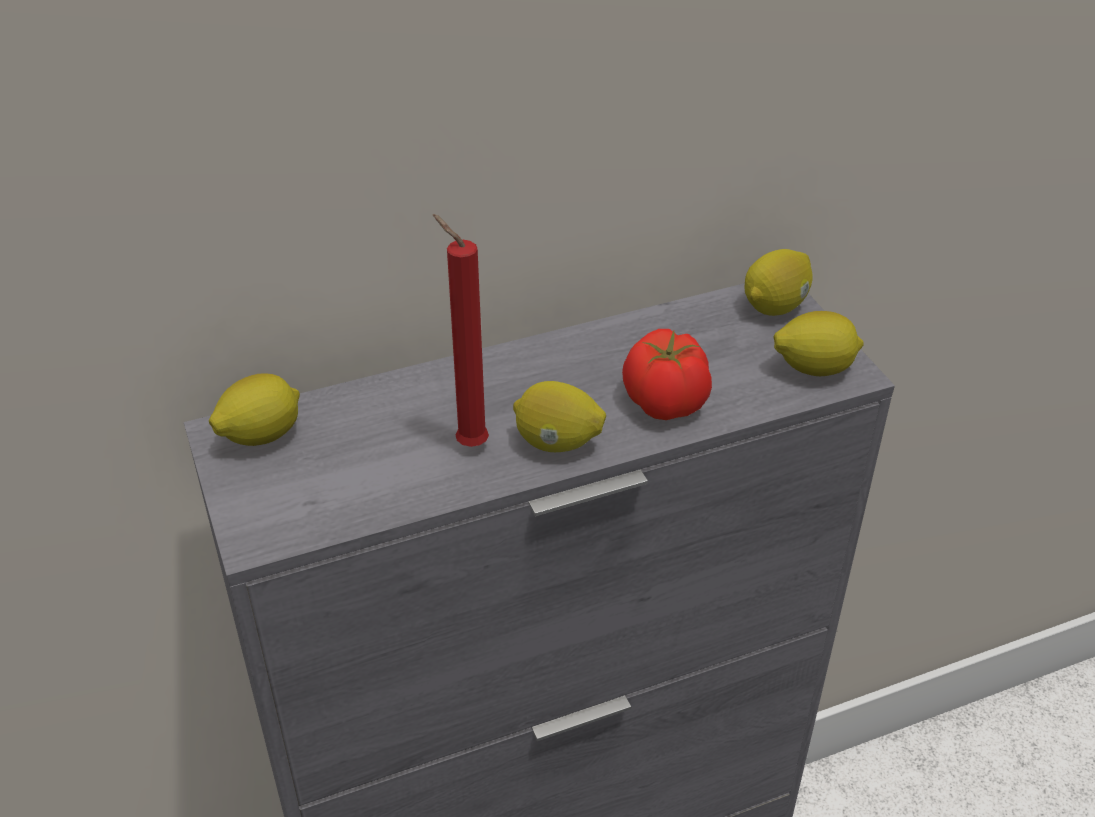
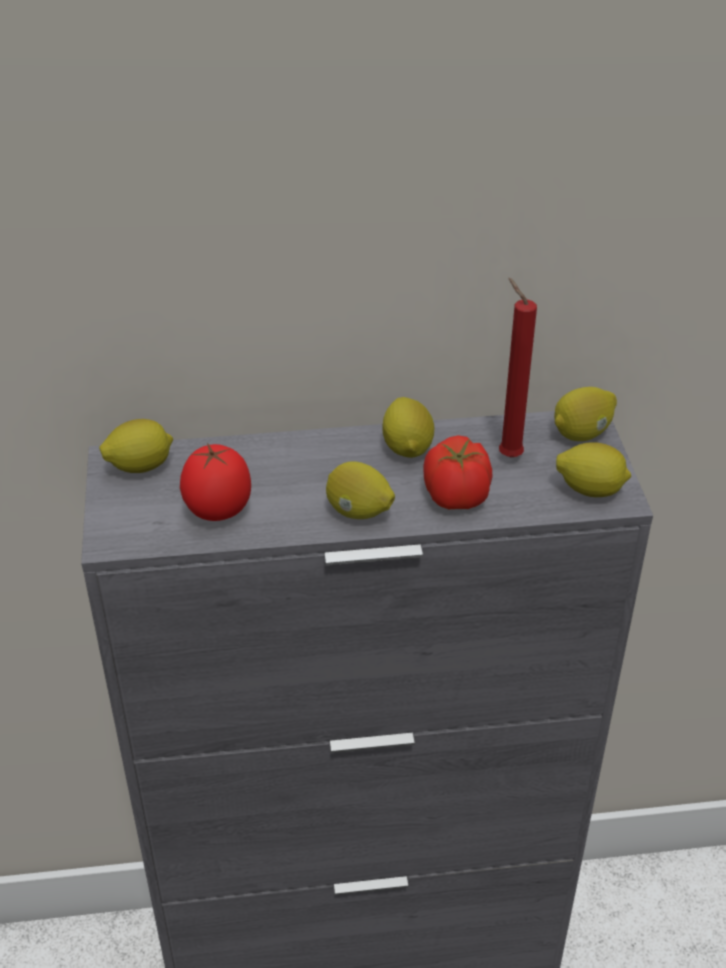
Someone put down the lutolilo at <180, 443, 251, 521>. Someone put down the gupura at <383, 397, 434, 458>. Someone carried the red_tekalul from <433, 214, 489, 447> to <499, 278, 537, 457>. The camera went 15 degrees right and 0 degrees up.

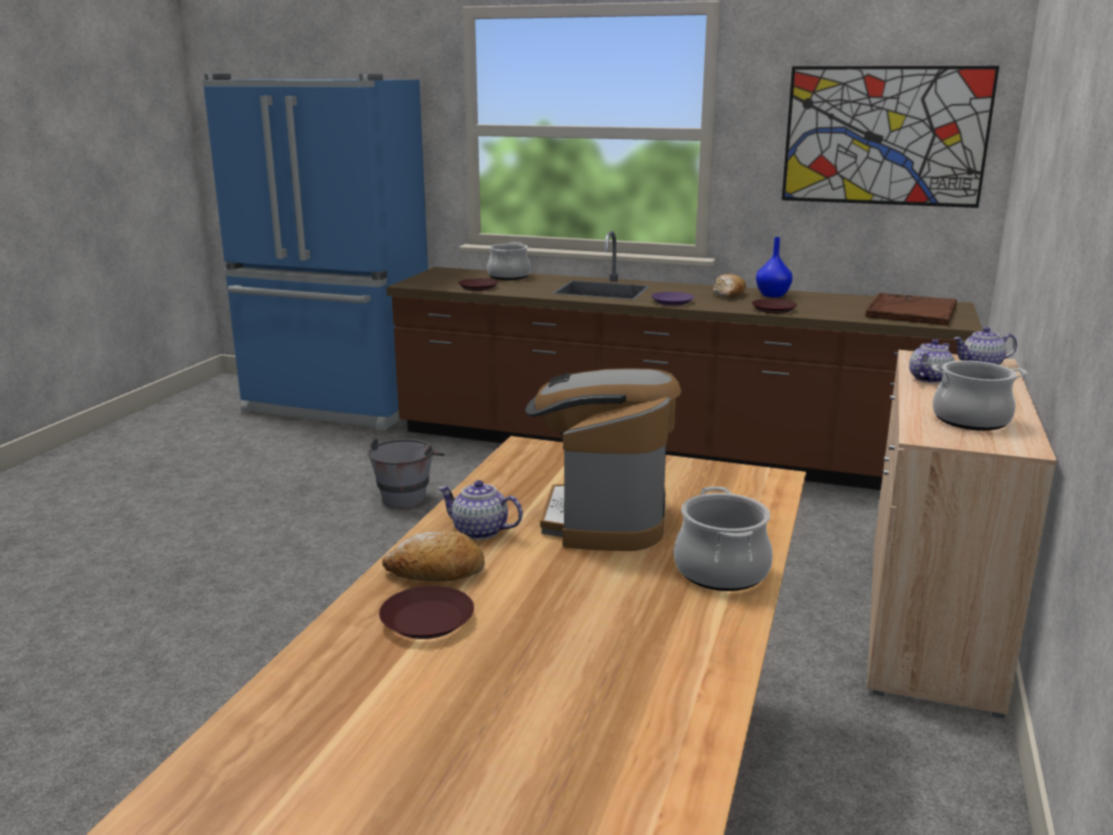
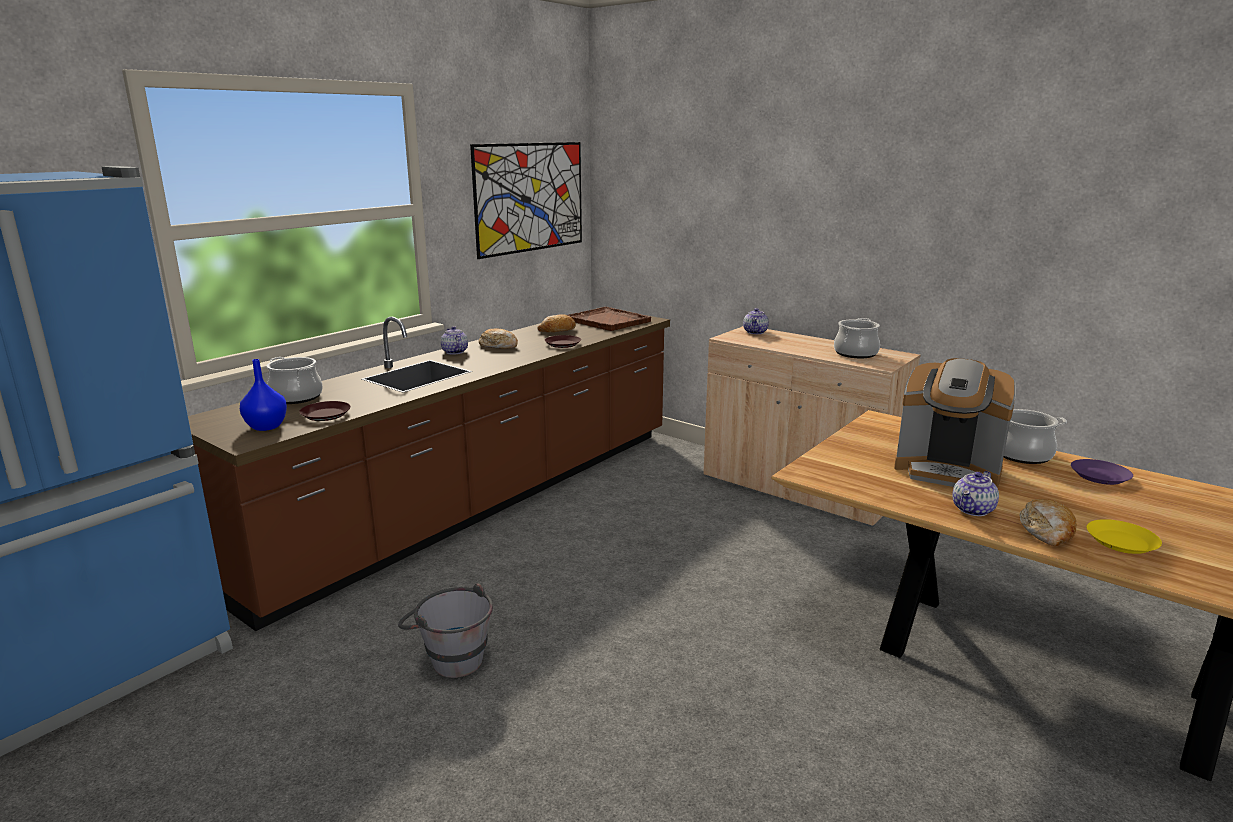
Someone carried the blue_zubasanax from <756, 237, 793, 297> to <240, 359, 287, 431>. Someone carried the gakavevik from <909, 339, 955, 383> to <441, 326, 468, 355>. Someone put down the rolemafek at <537, 314, 576, 332>. Someone carried the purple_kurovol from <651, 292, 694, 306> to <1071, 459, 1133, 485>. Someone repainted the brown_kurovol at <379, 586, 474, 639>, which became the yellow_kurovol at <1087, 519, 1162, 554>. The camera went 70 degrees left and 0 degrees up.

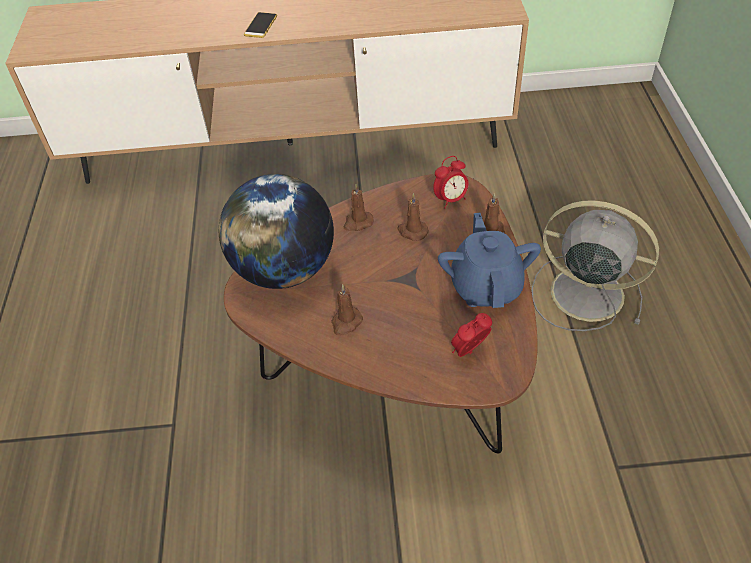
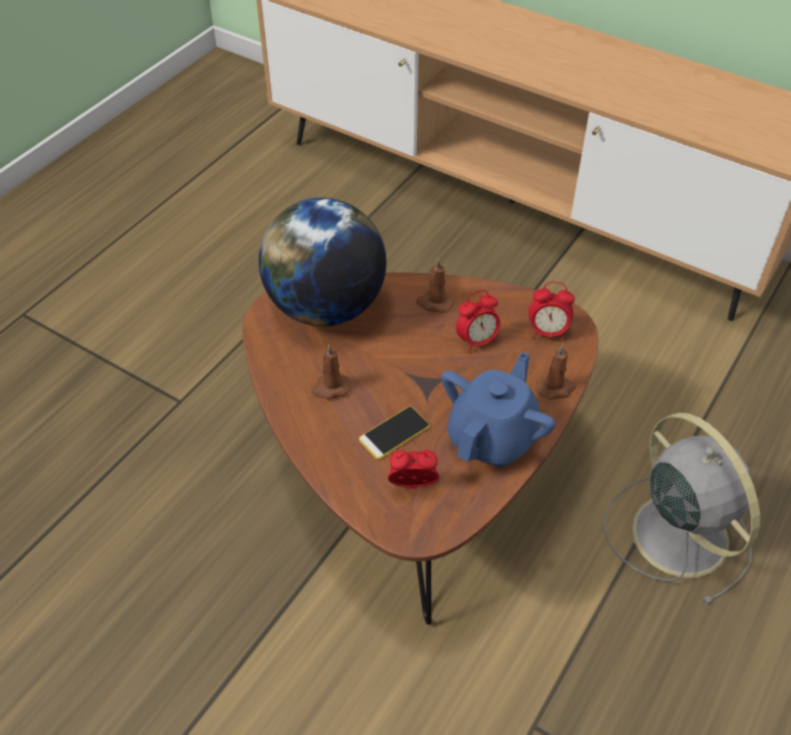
Someone carried the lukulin from <244, 12, 277, 38> to <359, 406, 430, 460>. Someone swapped the brown_tekalul at <398, 193, 429, 241> for the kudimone at <456, 290, 500, 352>. The camera went 35 degrees right and 0 degrees up.

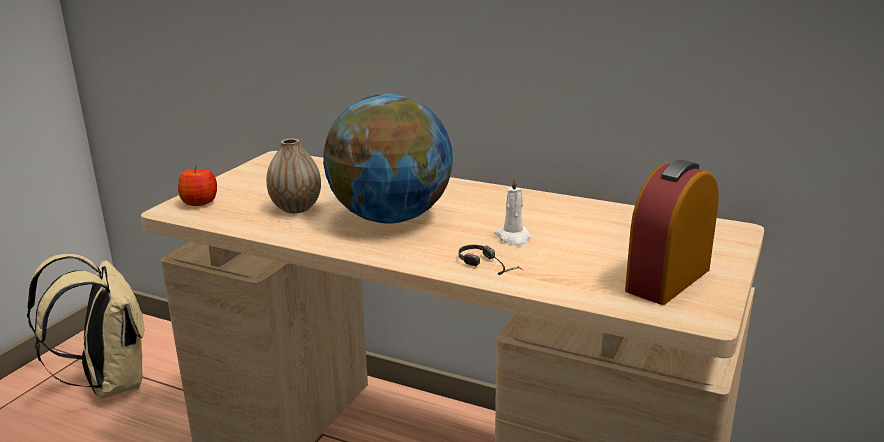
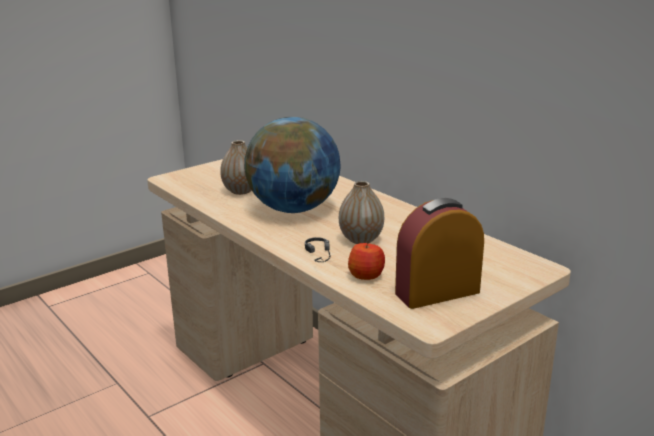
Someone swapped the white_tekalul at <495, 175, 530, 246> for the zubasanax at <339, 181, 384, 244>. Someone carried the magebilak from <178, 165, 217, 206> to <348, 243, 385, 280>. Someone took away the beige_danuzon at <27, 254, 145, 399>. The camera went 25 degrees right and 0 degrees up.

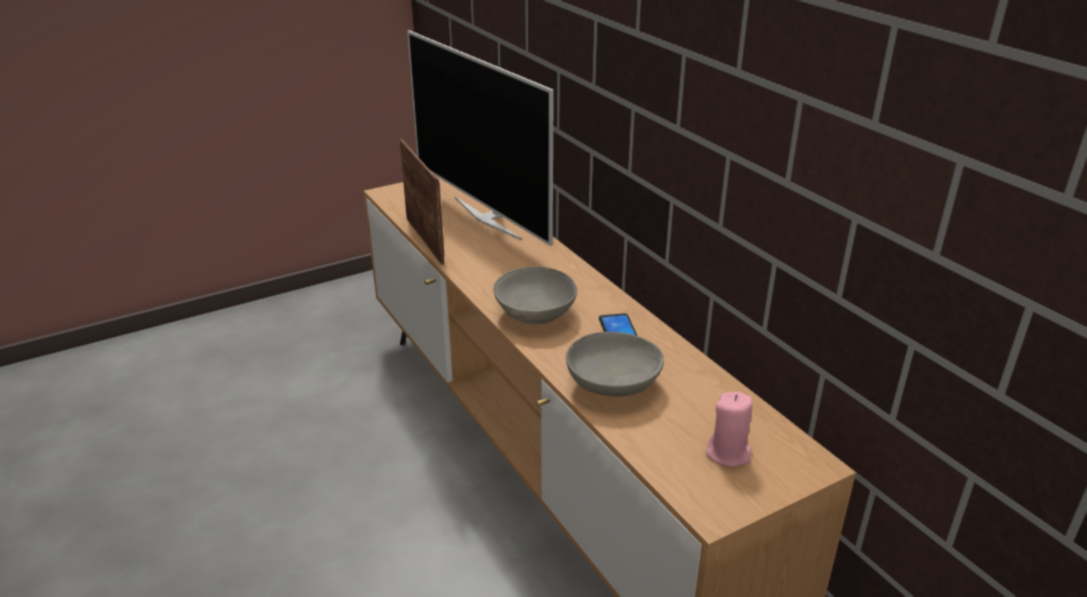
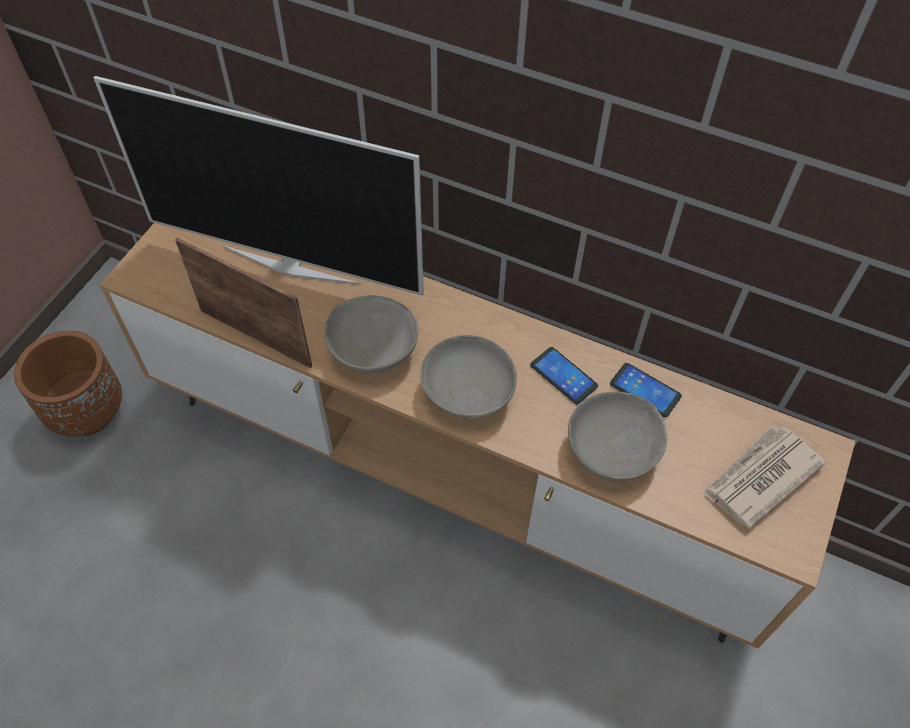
Someone put down the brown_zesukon at <14, 331, 122, 436>. Someone put down the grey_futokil at <325, 295, 419, 373>. Someone put down the lukulin at <610, 363, 682, 417>. Someone swapped the pink_tekalul at <706, 392, 753, 467> for the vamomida at <702, 425, 826, 529>. The camera went 35 degrees left and 25 degrees up.

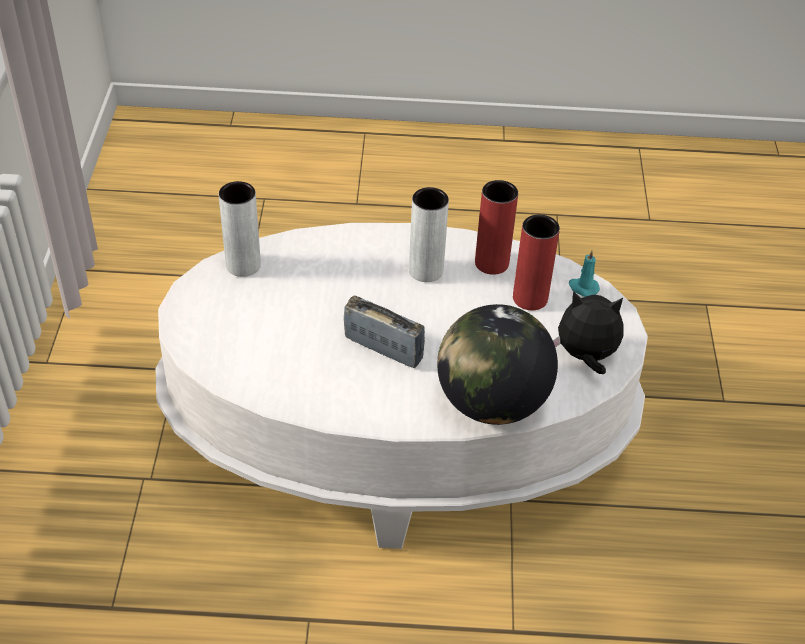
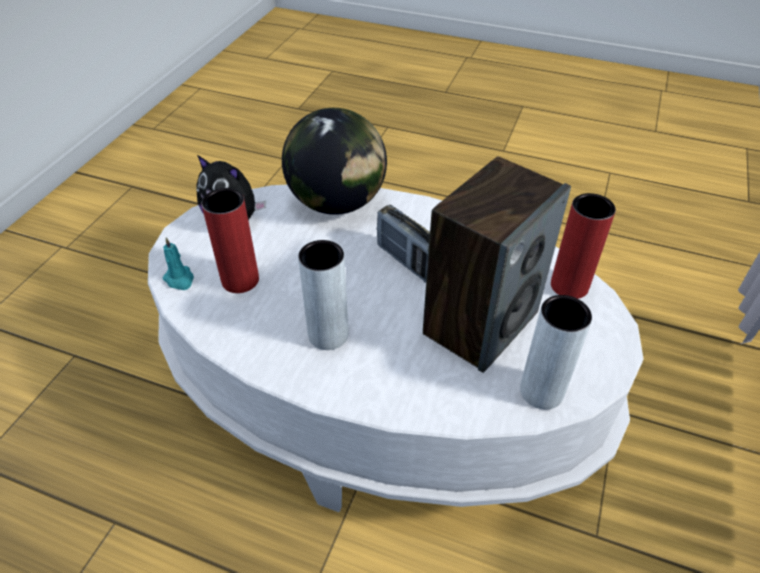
Someone put down the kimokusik at <423, 156, 571, 373>. Someone carried the red_zubasanax from <475, 180, 518, 275> to <551, 193, 616, 299>. The camera went 160 degrees left and 0 degrees up.

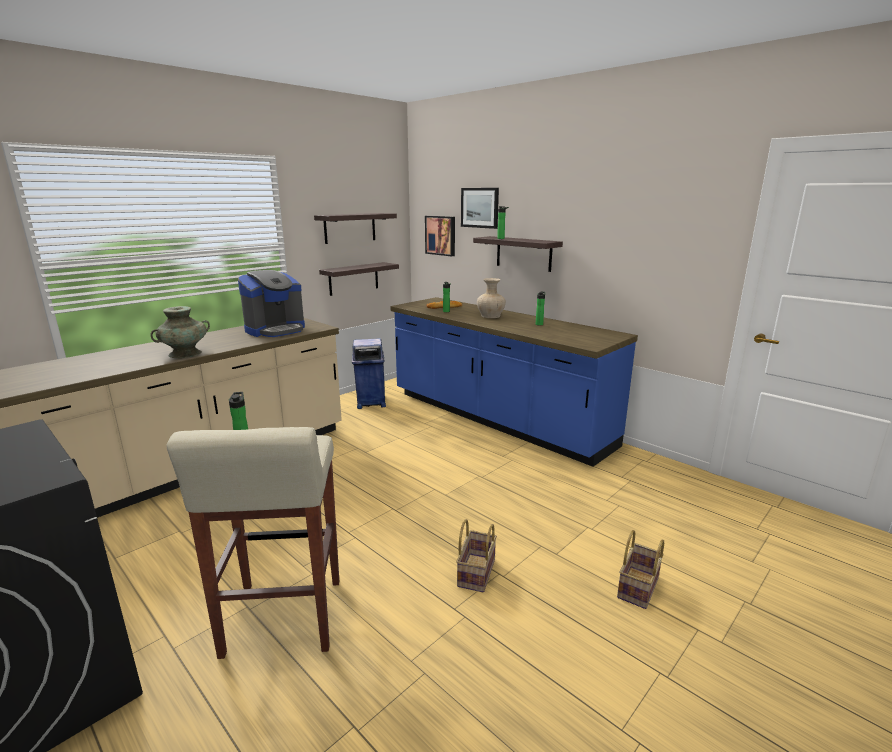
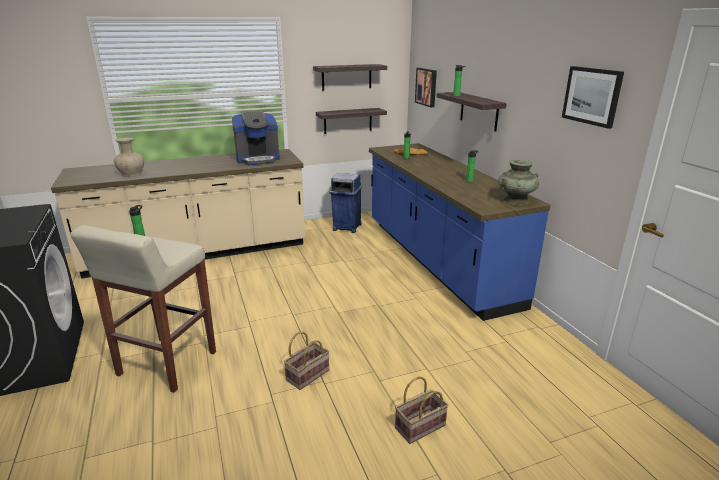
Someone carried the beige_zubasanax from <477, 278, 506, 318> to <114, 137, 144, 177>. Someone carried the turquoise_zubasanax from <150, 306, 210, 358> to <498, 159, 539, 205>. Someone carried the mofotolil from <461, 188, 499, 229> to <562, 66, 624, 129>. The camera went 25 degrees right and 5 degrees up.

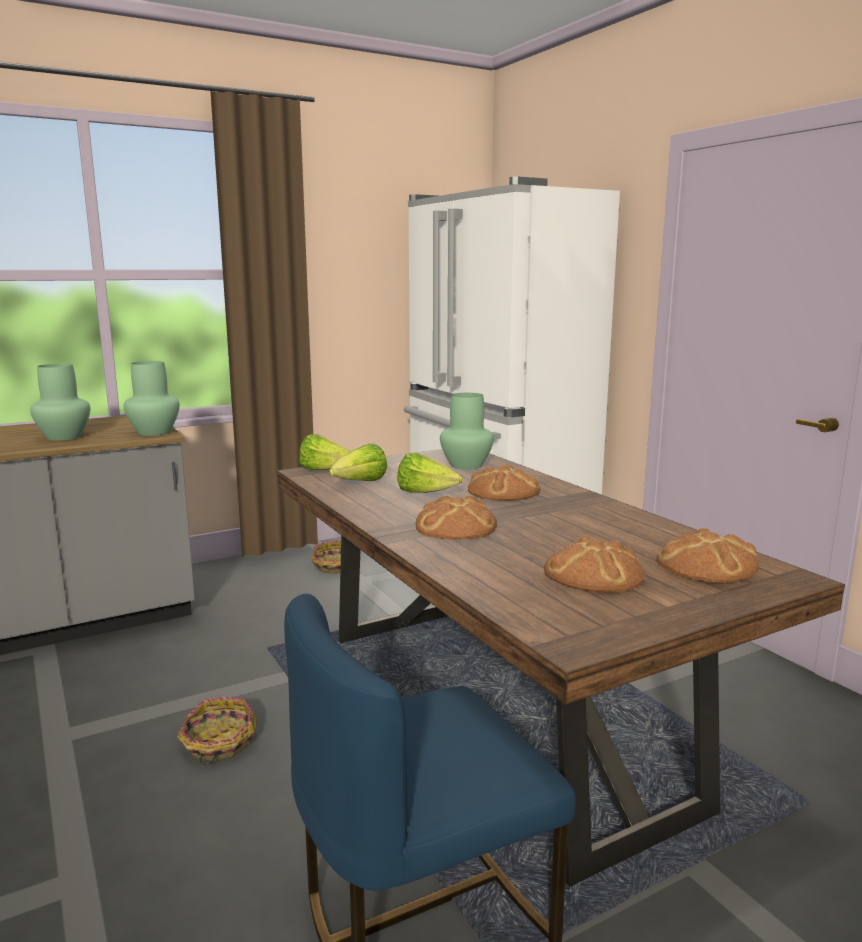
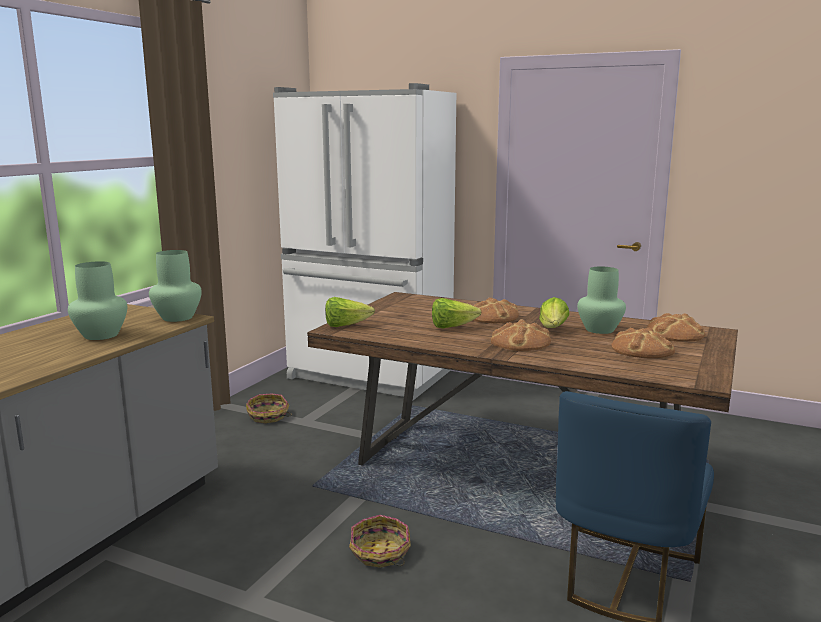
Someone carried the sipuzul from <329, 443, 387, 481> to <539, 297, 570, 328>. Someone carried the green_zubasanax from <440, 393, 494, 470> to <577, 267, 626, 334>. The camera went 35 degrees left and 0 degrees up.

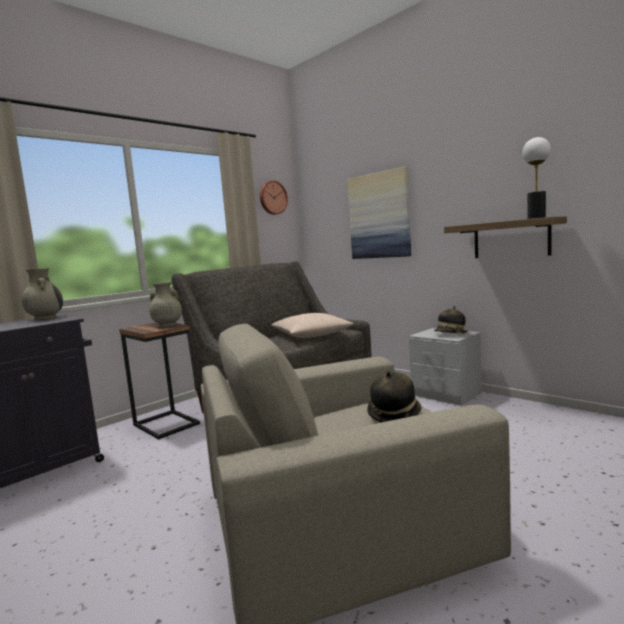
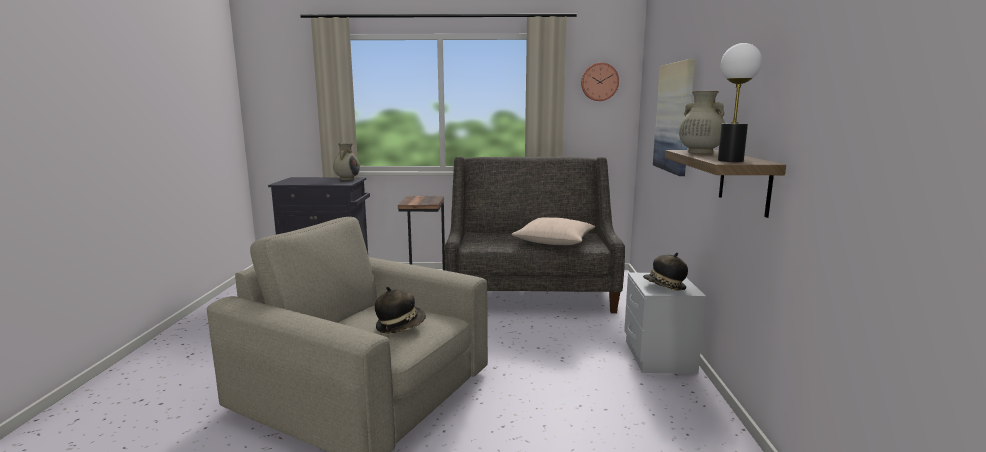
Someone carried the beige_zubasanax from <149, 282, 182, 327> to <679, 91, 725, 154>. The camera went 45 degrees right and 5 degrees up.

